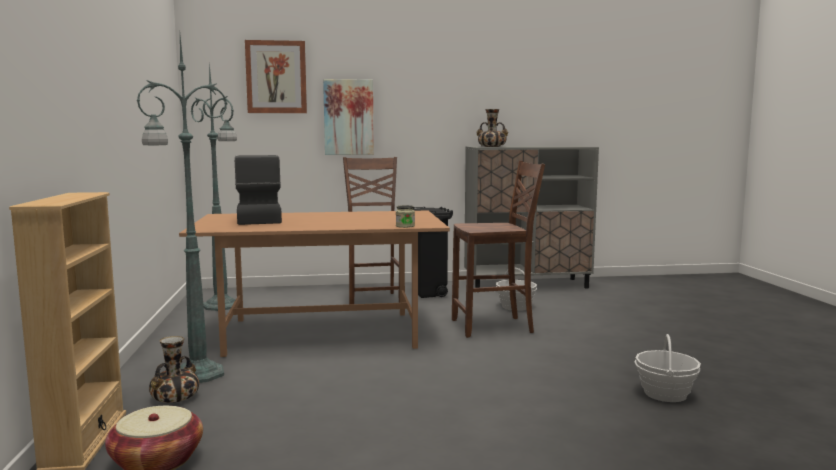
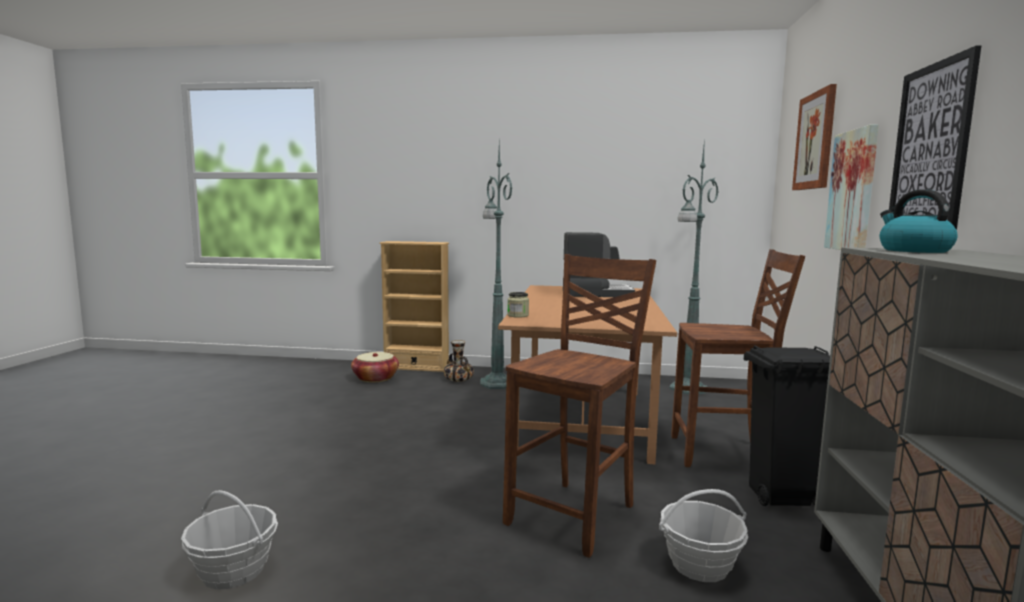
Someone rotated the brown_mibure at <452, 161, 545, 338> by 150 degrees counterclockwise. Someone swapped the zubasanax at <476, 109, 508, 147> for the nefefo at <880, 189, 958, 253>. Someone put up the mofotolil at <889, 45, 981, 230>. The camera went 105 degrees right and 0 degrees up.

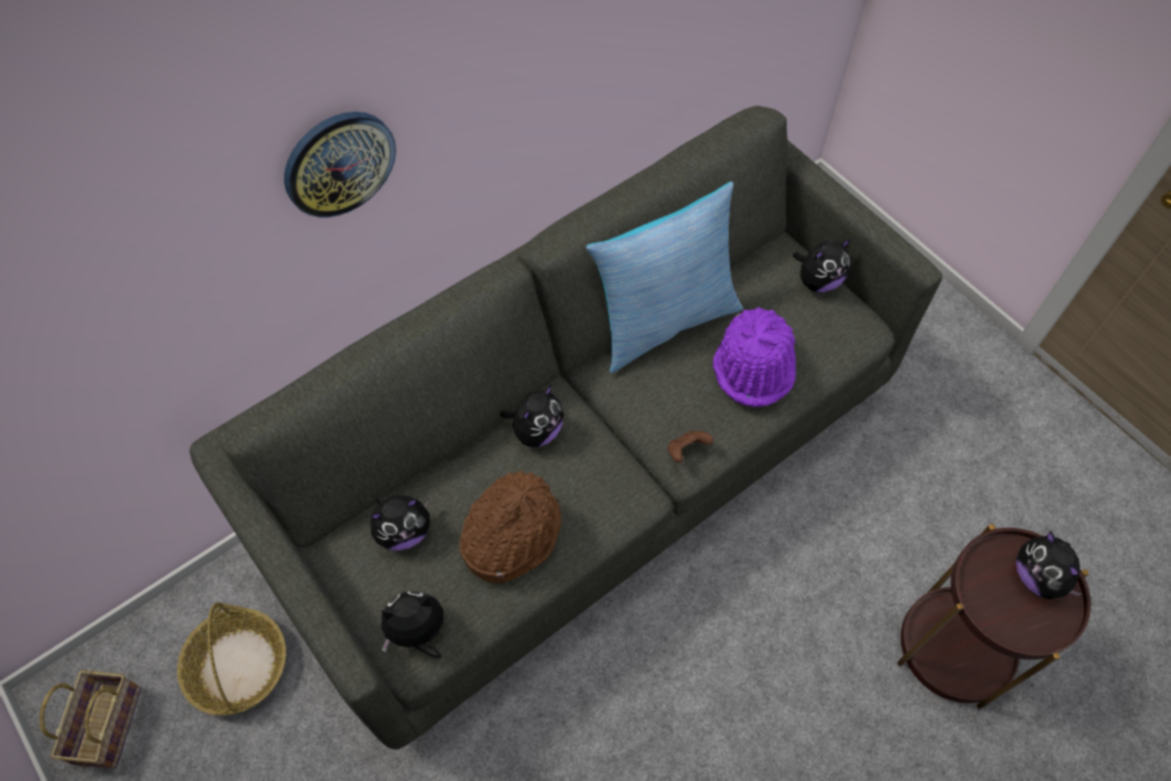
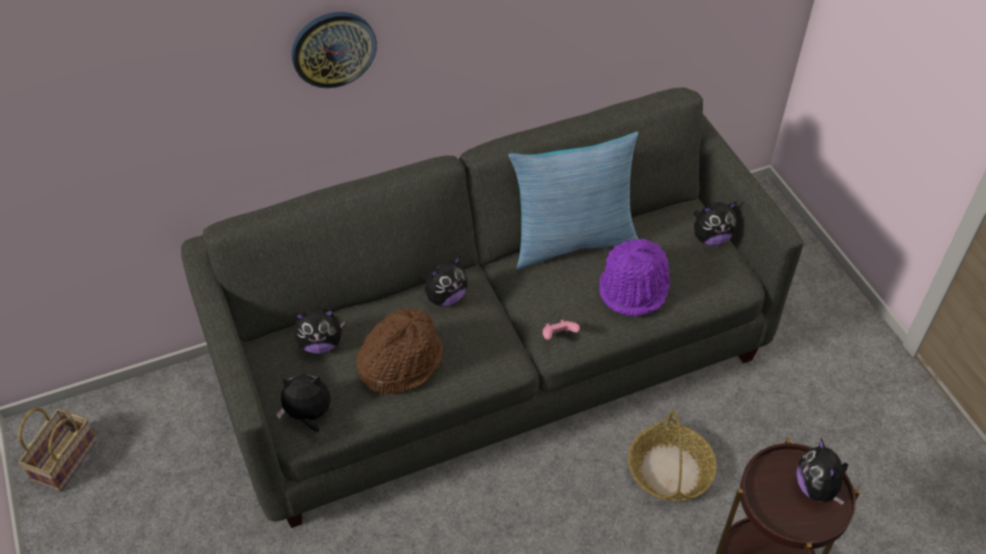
Someone repainted the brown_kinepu at <668, 431, 713, 463>, which became the pink_kinepu at <543, 320, 580, 340>. Someone carried the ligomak from <177, 602, 286, 715> to <628, 410, 717, 501>. The camera went 15 degrees right and 10 degrees down.

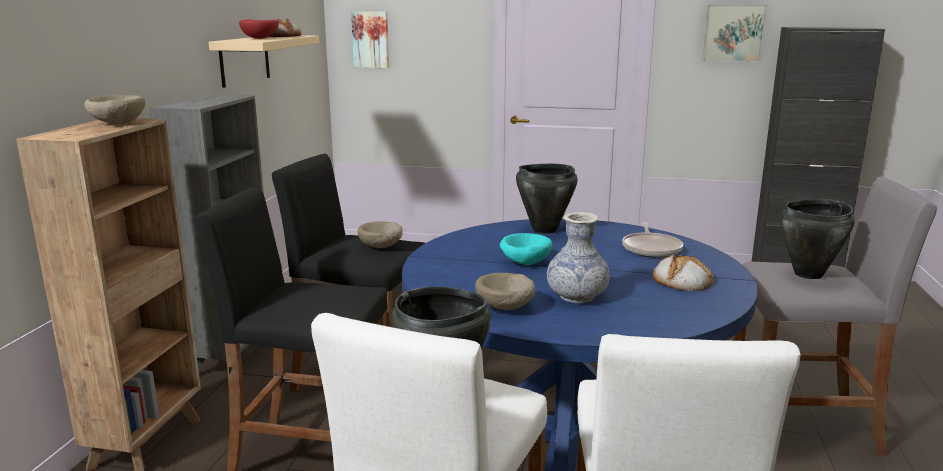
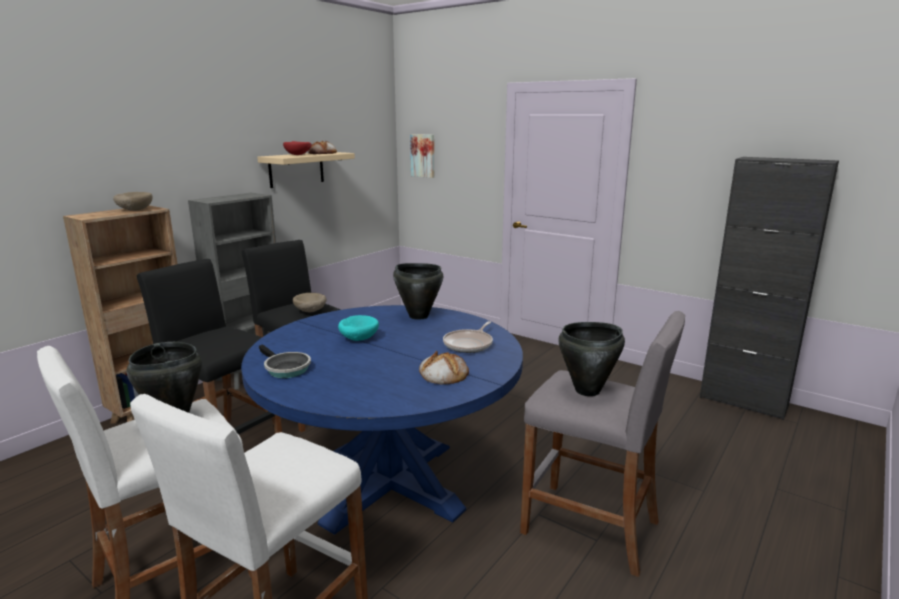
Someone swapped the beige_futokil at <475, 273, 535, 310> for the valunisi at <259, 345, 311, 378>. Someone took away the zubasanax at <547, 212, 610, 303>. Someone took away the mofotolil at <702, 4, 767, 62>. The camera went 25 degrees right and 0 degrees up.

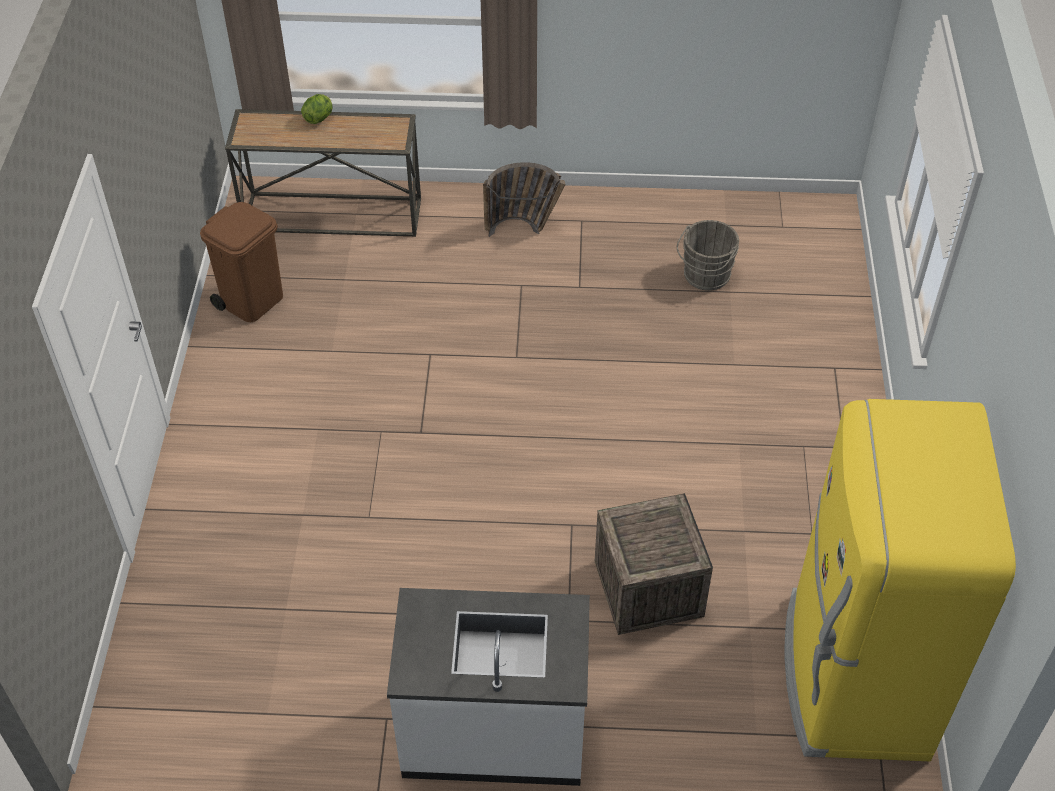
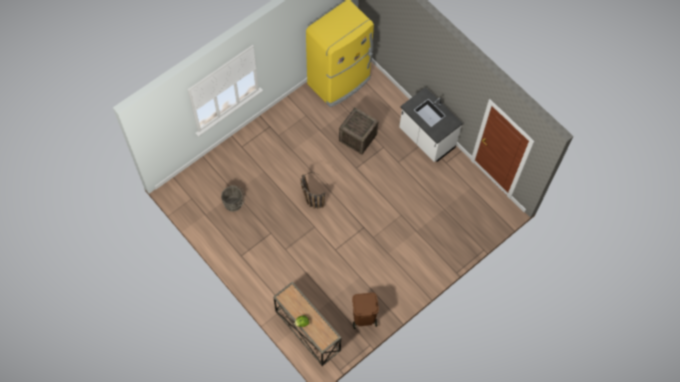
Someone carried the ligomak from <483, 162, 566, 237> to <300, 172, 326, 209>. The camera went 135 degrees left and 15 degrees up.

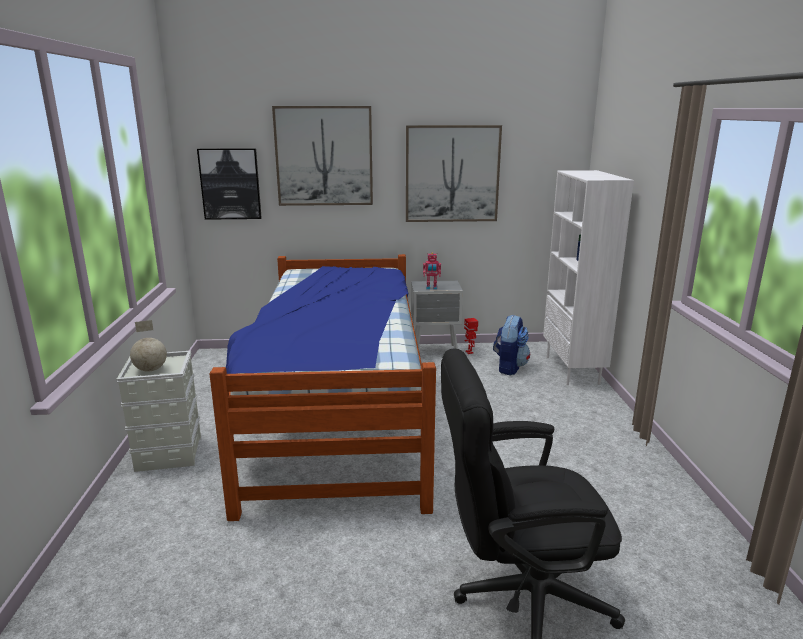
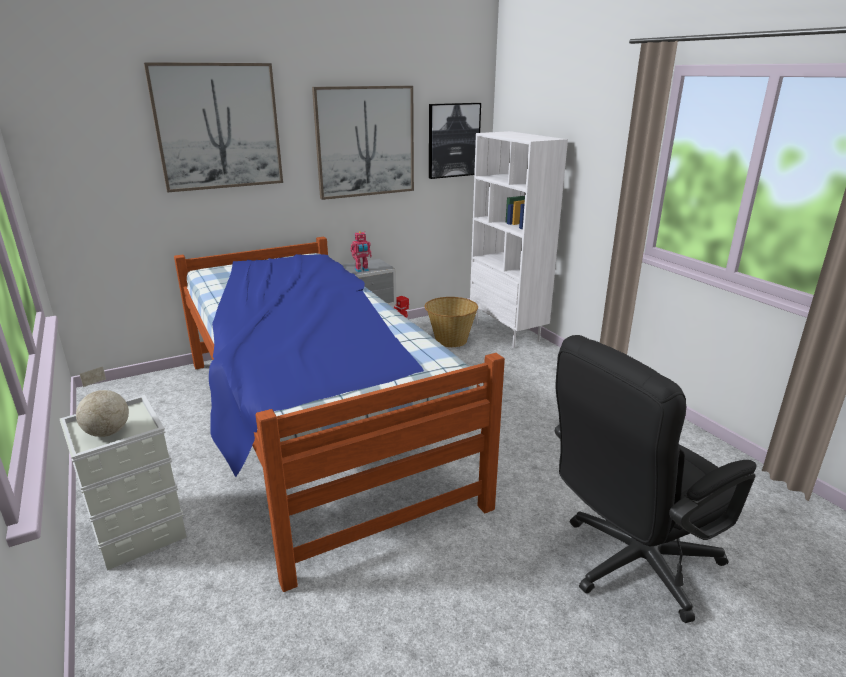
Someone swapped the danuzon at <493, 314, 530, 375> for the ligomak at <424, 297, 478, 347>. Someone carried the mofotolil from <197, 148, 262, 220> to <429, 103, 481, 179>. The camera went 25 degrees left and 5 degrees up.

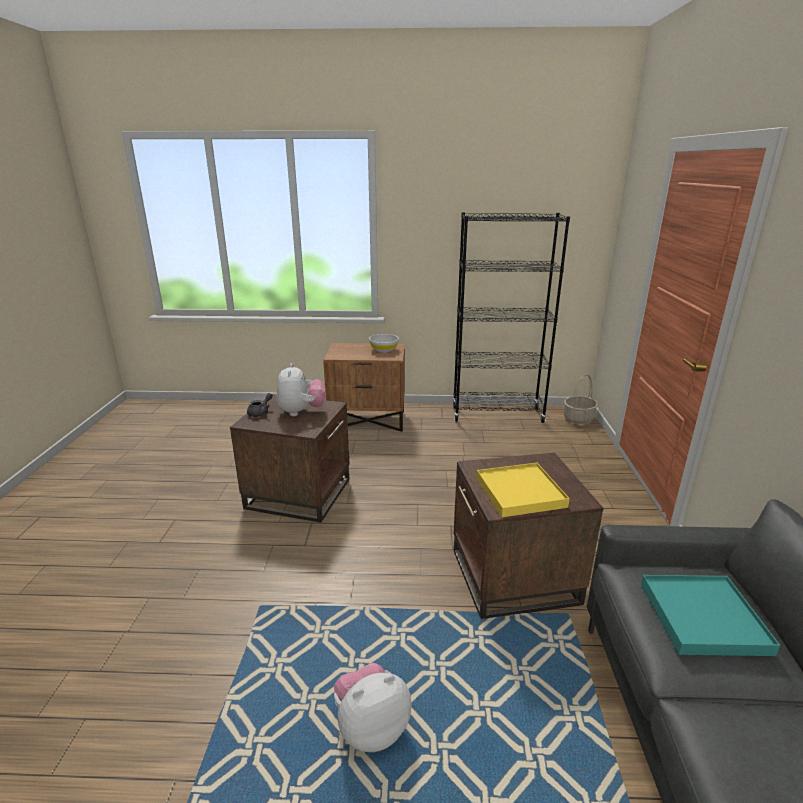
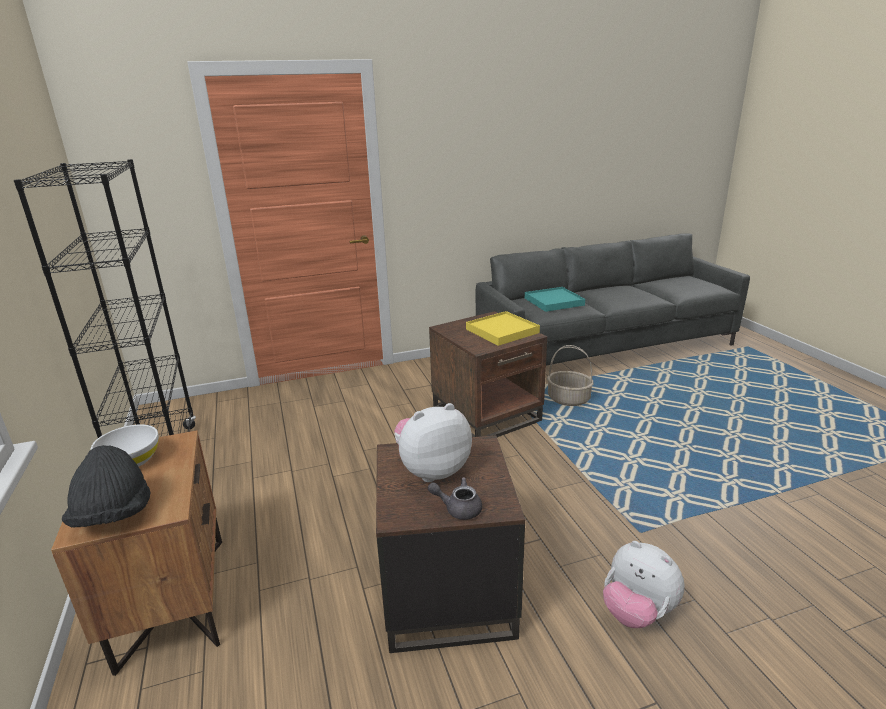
Someone put down the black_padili at <62, 445, 151, 528>. Someone carried the ligomak from <564, 374, 598, 424> to <547, 345, 594, 406>. Someone carried the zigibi from <334, 663, 411, 752> to <603, 541, 684, 628>. The camera went 110 degrees left and 0 degrees up.

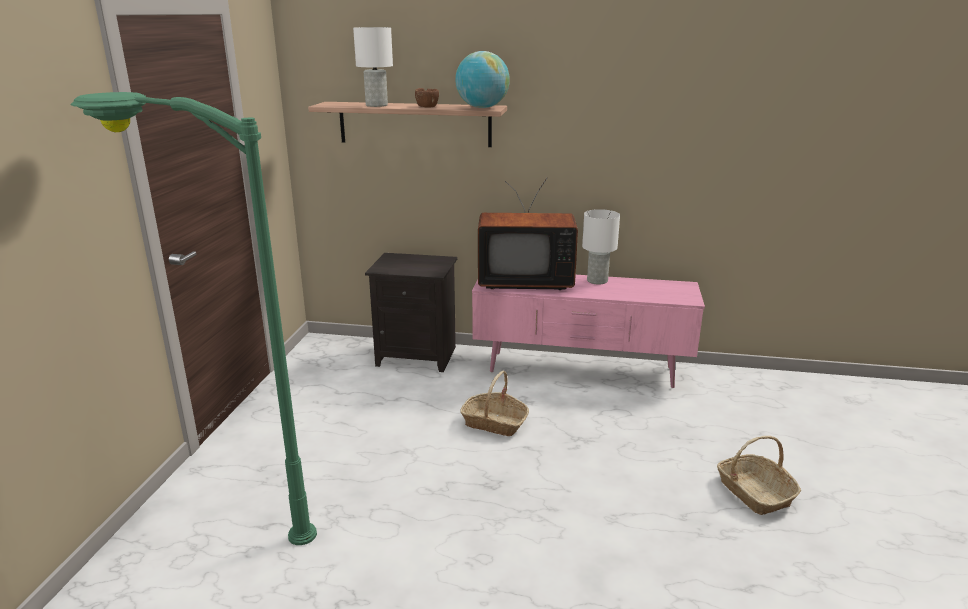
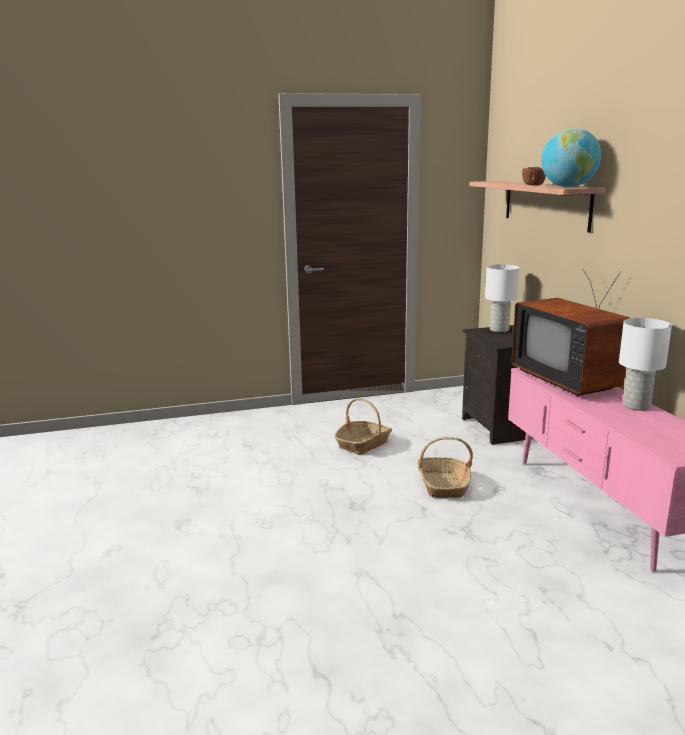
Someone carried the ligomak from <717, 436, 801, 515> to <334, 398, 392, 455>. Someone carried the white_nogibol from <353, 27, 393, 107> to <485, 264, 520, 332>. Someone took away the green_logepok at <71, 92, 317, 545>. The camera went 65 degrees right and 5 degrees down.

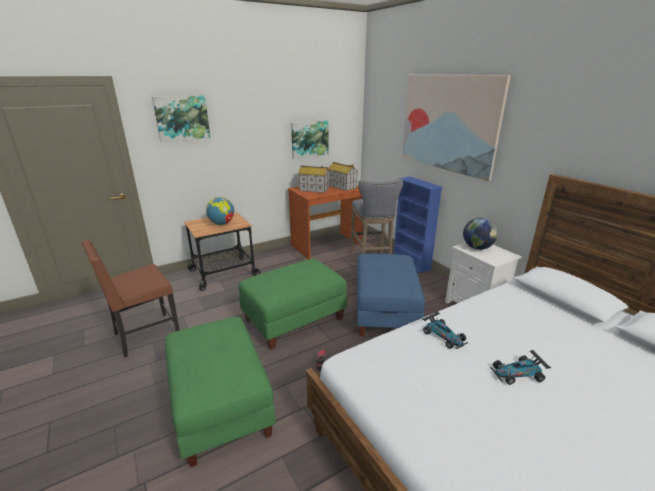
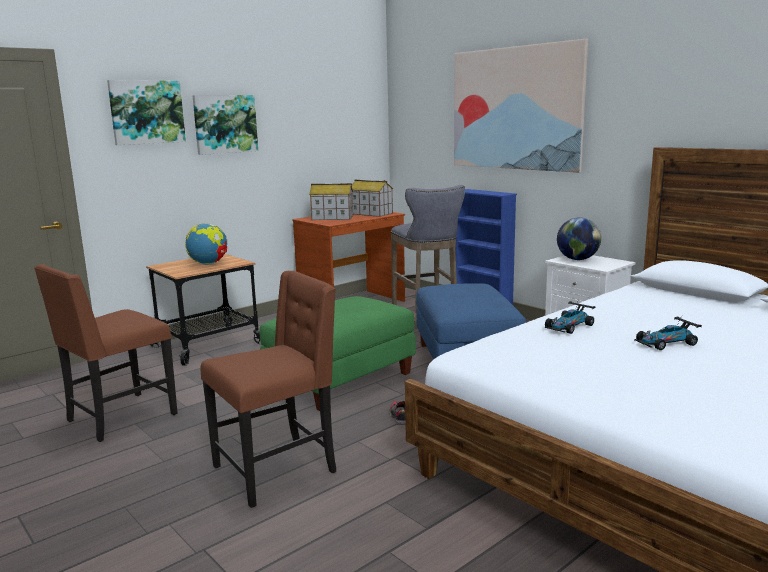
Someone carried the mofotolil from <291, 120, 328, 159> to <192, 95, 258, 155>. Someone swapped the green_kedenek at <165, 317, 276, 467> for the brown_mibure at <201, 271, 336, 508>. Someone rotated the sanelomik at <422, 311, 468, 349> by 90 degrees clockwise. The camera went 10 degrees left and 10 degrees down.

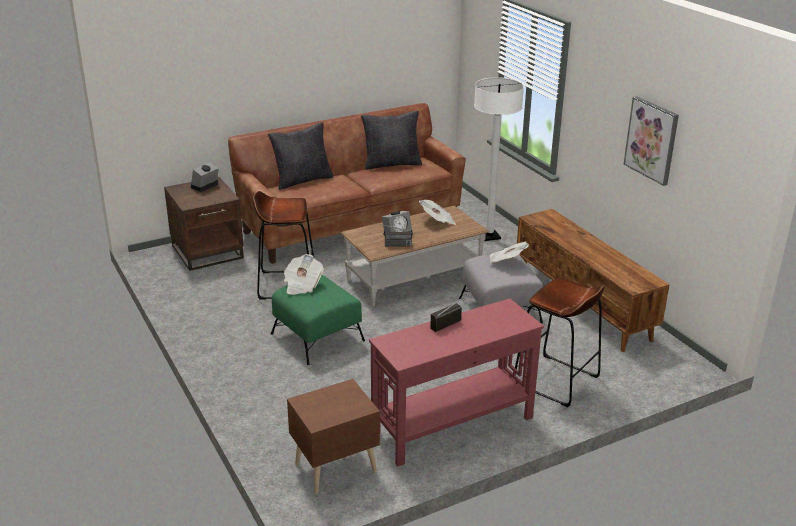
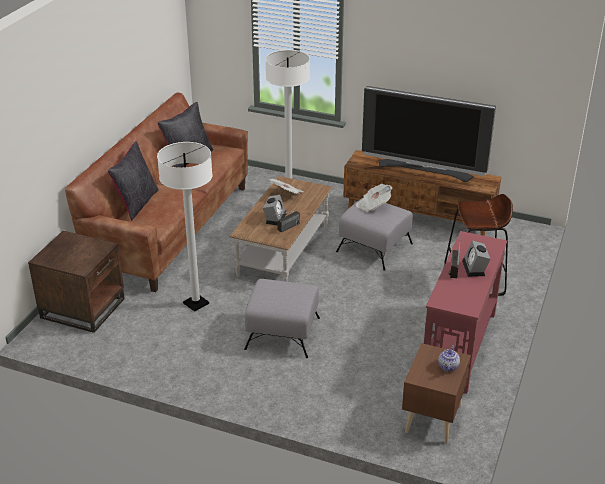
Someone swapped the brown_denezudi at <253, 191, 314, 299> for the white_logepok at <157, 142, 213, 312>. Someone repainted the green_kedenek at <271, 275, 365, 365>, which became the grey_kedenek at <244, 279, 320, 358>. Someone put down the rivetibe at <362, 86, 496, 182>. Someone put down the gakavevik at <438, 345, 460, 372>. Someone carried the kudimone from <191, 162, 219, 192> to <462, 241, 490, 277>. Someone took away the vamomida at <284, 254, 324, 295>. Someone took away the mofotolil at <623, 96, 679, 186>. The camera went 40 degrees left and 5 degrees up.

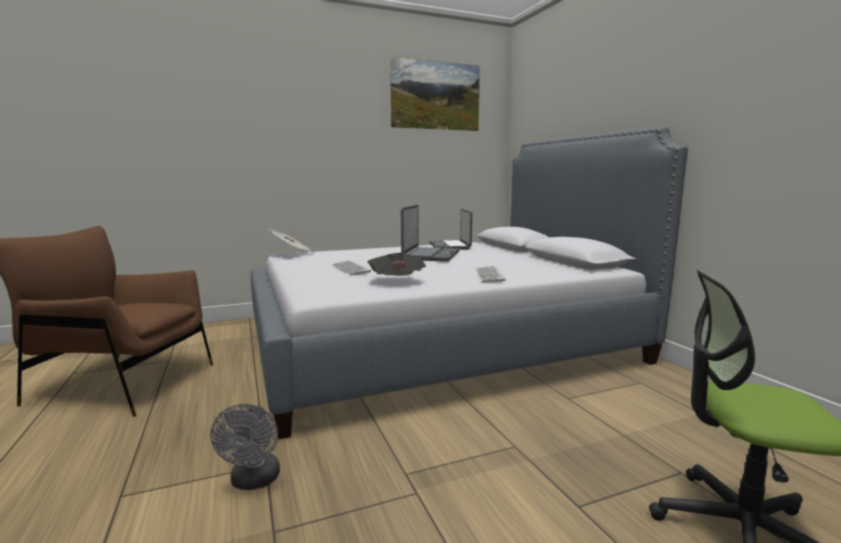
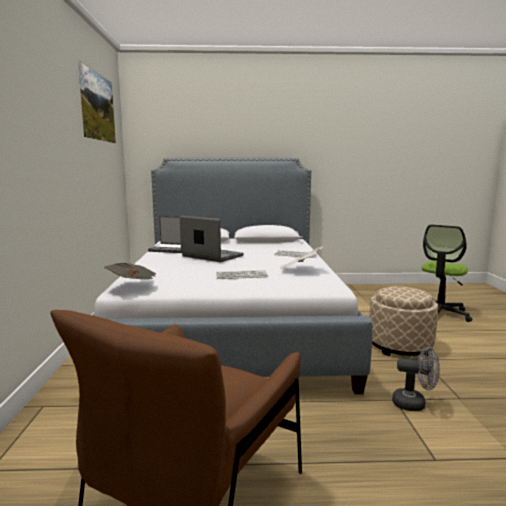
Someone put down the beige_kedenek at <369, 286, 438, 356>. The camera went 70 degrees left and 0 degrees up.

